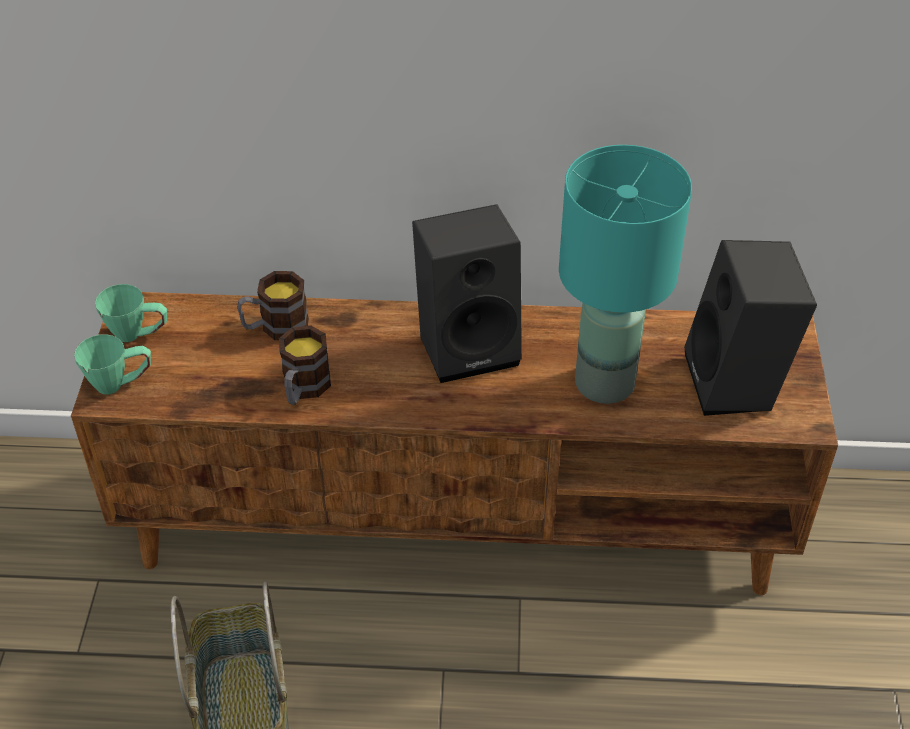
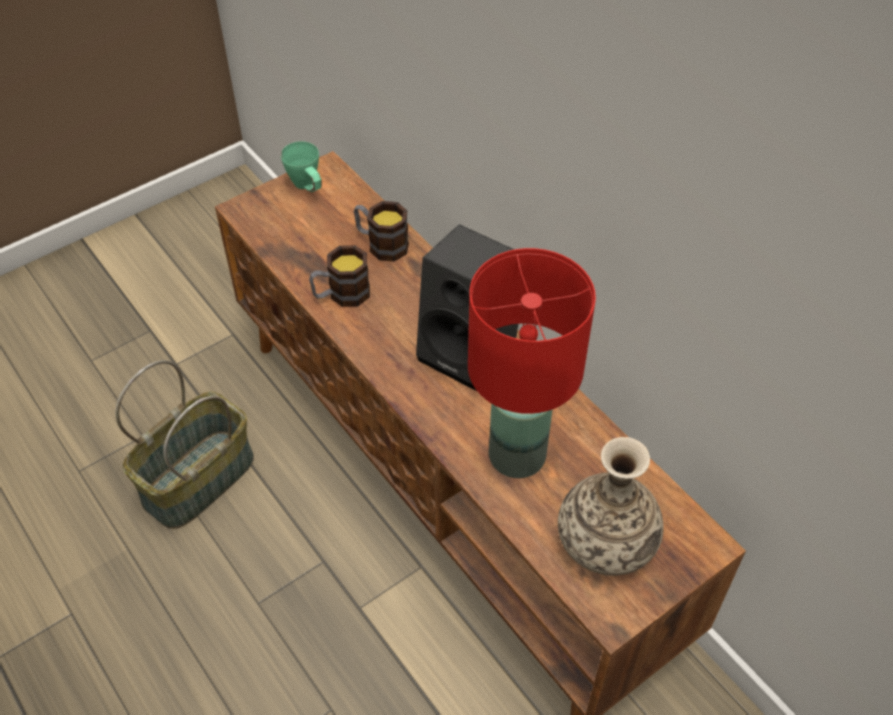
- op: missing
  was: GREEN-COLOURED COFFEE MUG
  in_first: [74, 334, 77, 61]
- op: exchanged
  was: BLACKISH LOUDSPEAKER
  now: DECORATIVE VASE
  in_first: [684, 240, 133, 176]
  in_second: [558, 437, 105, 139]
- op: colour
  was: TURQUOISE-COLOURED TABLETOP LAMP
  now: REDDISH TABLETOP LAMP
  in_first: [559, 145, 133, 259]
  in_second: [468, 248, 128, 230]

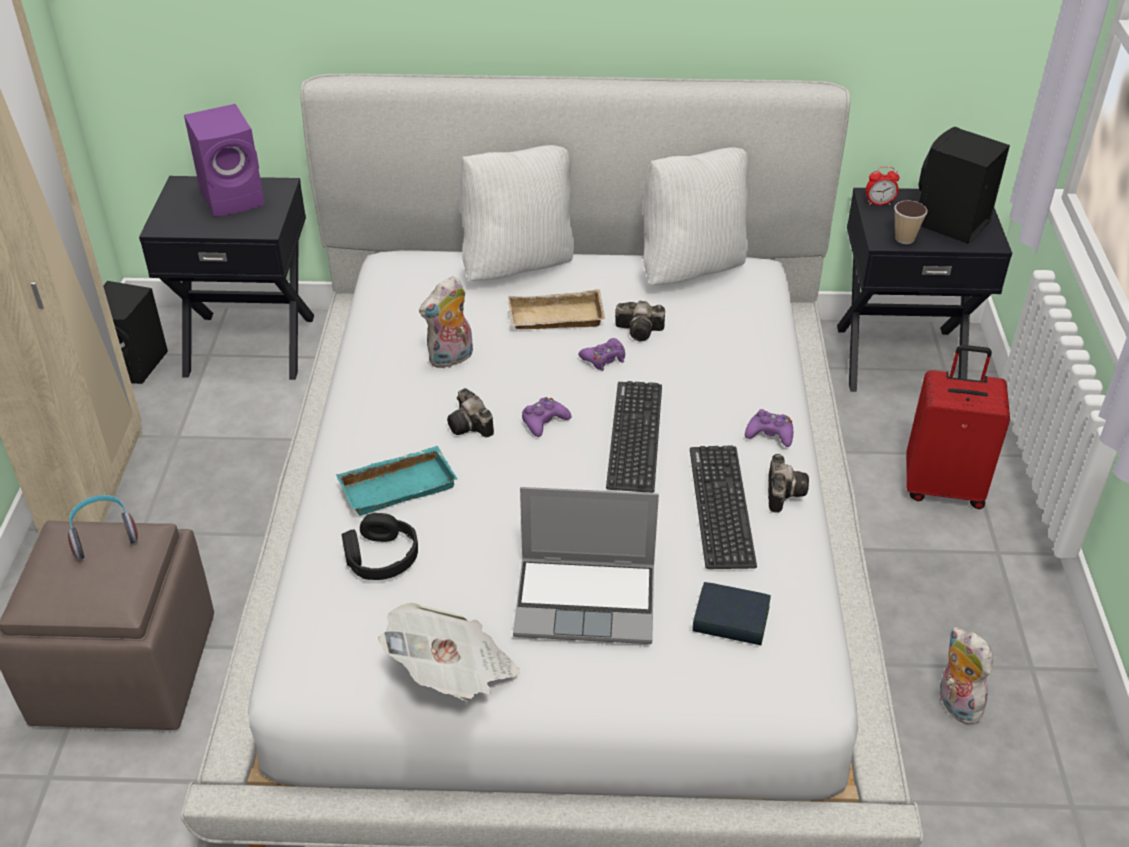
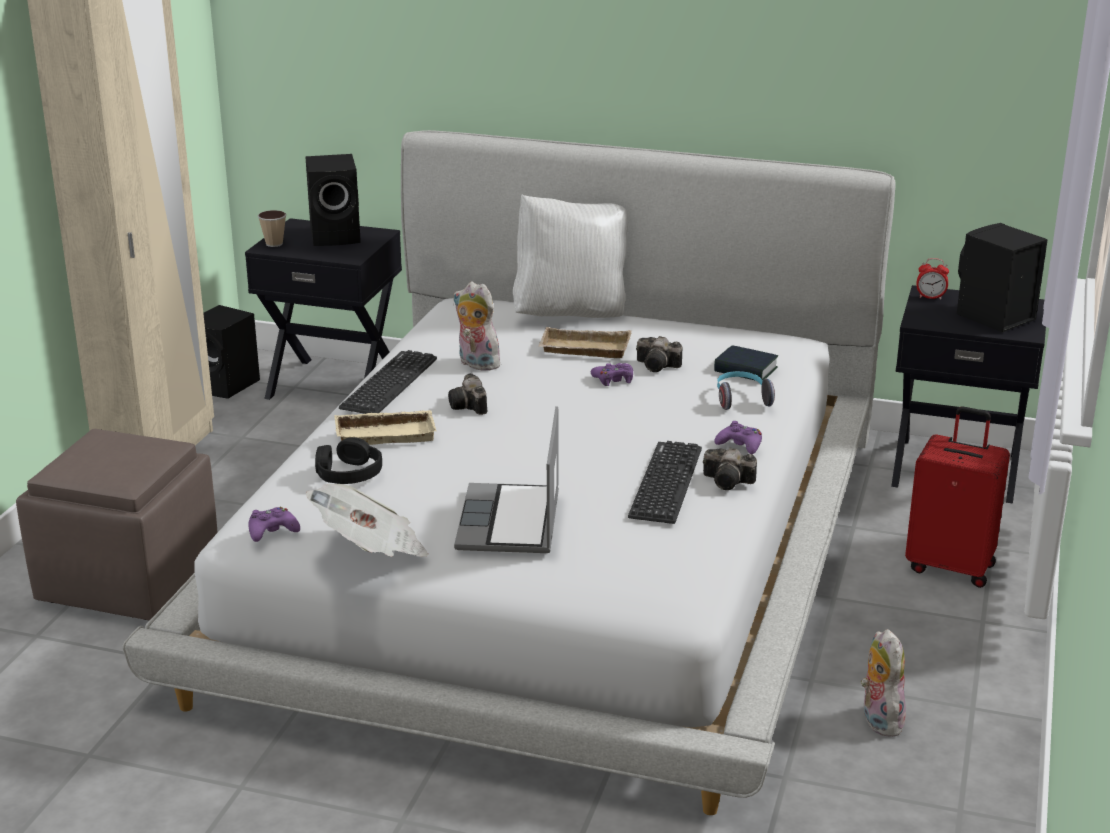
- op: missing
  was: WHITE CUSHION
  in_first: [643, 147, 105, 139]
- op: relocated
  was: PAIR OF HEADPHONES
  in_first: [68, 495, 70, 65]
  in_second: [717, 371, 58, 39]
- op: relocated
  was: PURPLE JOYPAD
  in_first: [522, 397, 49, 40]
  in_second: [248, 507, 52, 35]
- op: relocated
  was: COMPUTER KEYBOARD
  in_first: [606, 381, 56, 112]
  in_second: [339, 350, 98, 64]
- op: relocated
  was: BOOK
  in_first: [692, 582, 79, 63]
  in_second: [714, 345, 64, 36]
- op: relocated
  was: SMALL CUP
  in_first: [894, 200, 34, 44]
  in_second: [258, 210, 28, 37]
- op: colour
  was: PURPLE LOUDSPEAKER
  now: BLACKISH LOUDSPEAKER
  in_first: [184, 104, 81, 113]
  in_second: [305, 154, 56, 92]
- op: colour
  was: TURQUOISE-COLOURED TRAY
  now: BEIGE TRAY
  in_first: [336, 446, 121, 70]
  in_second: [334, 410, 102, 35]
- op: spun
  was: CUDDLY TOY
  in_first: [419, 276, 54, 92]
  in_second: [453, 282, 49, 89]
  clockwise: 60
- op: spun
  was: LAPTOP
  in_first: [513, 487, 146, 157]
  in_second: [454, 406, 105, 147]
  clockwise: 75
- op: spun
  was: PHOTO CAMERA
  in_first: [768, 454, 41, 59]
  in_second: [703, 447, 54, 43]
  clockwise: 90

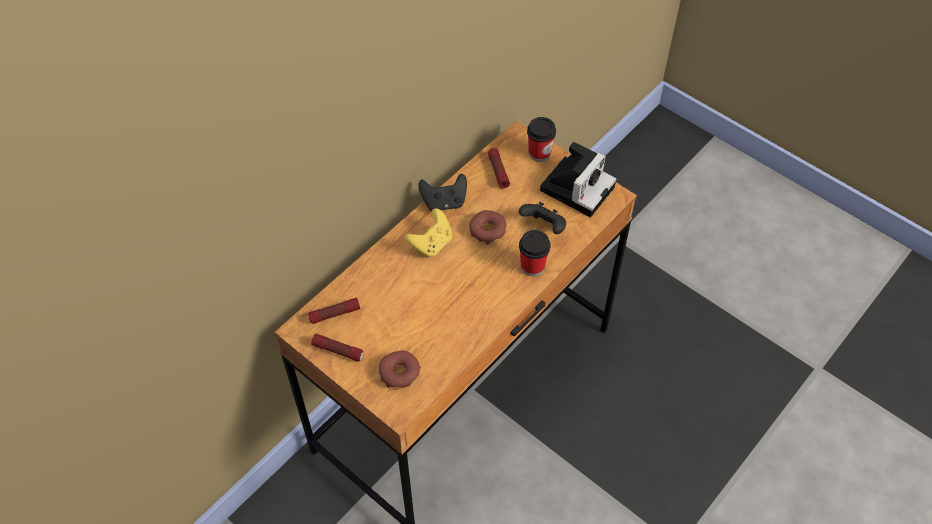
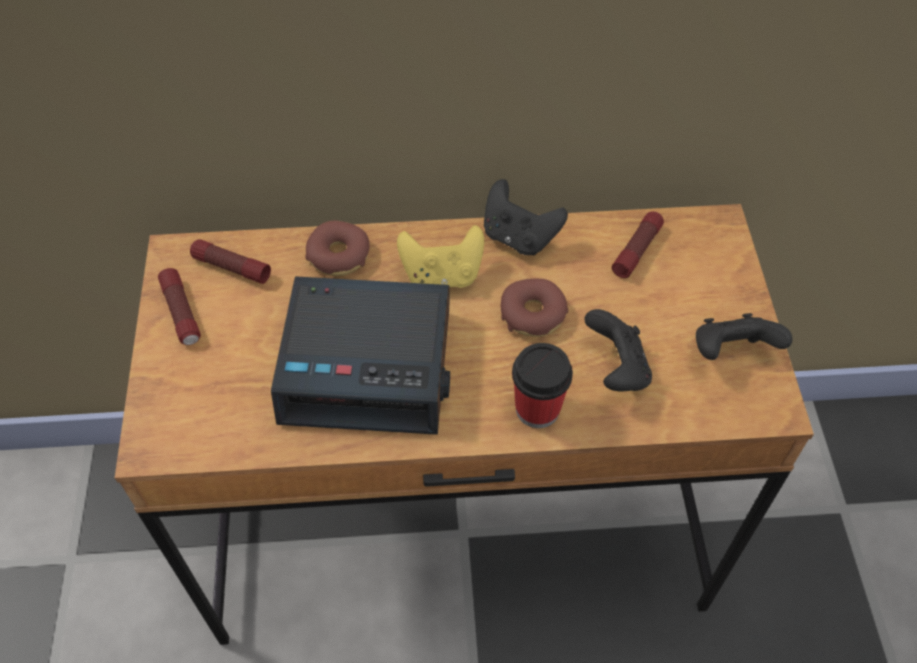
- op: missing
  was: SMALL CUP
  in_first: [527, 117, 29, 45]
- op: appeared
  now: TABLE CLOCK
  in_second: [271, 276, 179, 159]
- op: relocated
  was: DOUGHNUT
  in_first: [379, 351, 42, 38]
  in_second: [305, 221, 64, 55]
- op: exchanged
  was: PHOTO CAMERA
  now: BLACKISH JOYPAD
  in_first: [540, 142, 76, 75]
  in_second: [696, 313, 96, 47]

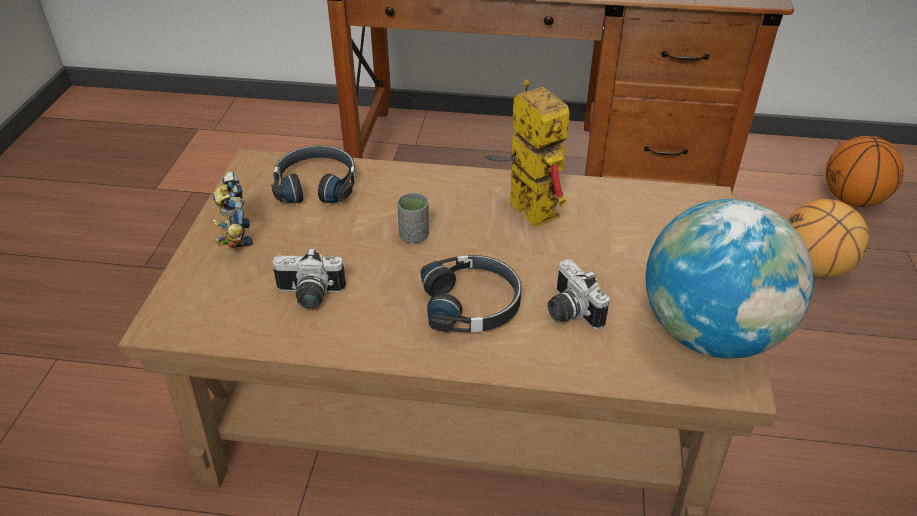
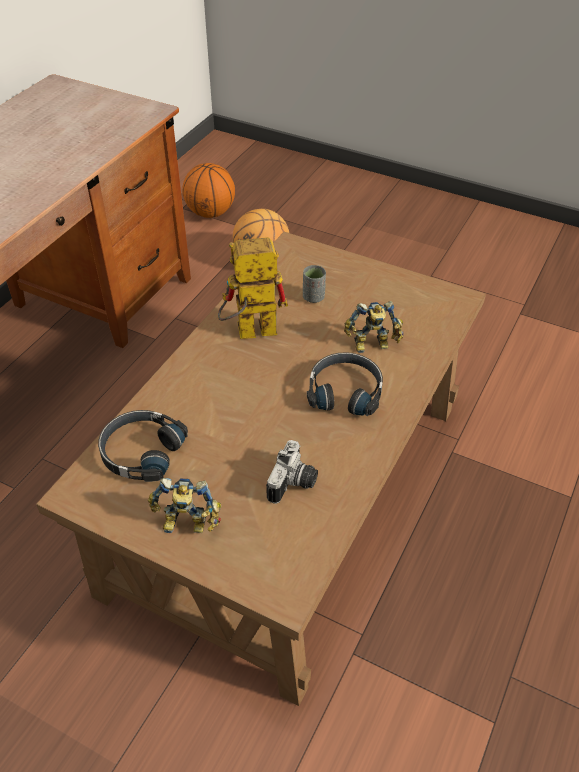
- op: missing
  was: WORLD GLOBE
  in_first: [646, 199, 168, 159]
- op: relocated
  was: GREY SMALL CUP
  in_first: [397, 193, 32, 50]
  in_second: [303, 265, 23, 38]
- op: exchanged
  was: PHOTO CAMERA
  now: ROBOT FIGURE
  in_first: [547, 259, 63, 70]
  in_second: [344, 301, 60, 52]

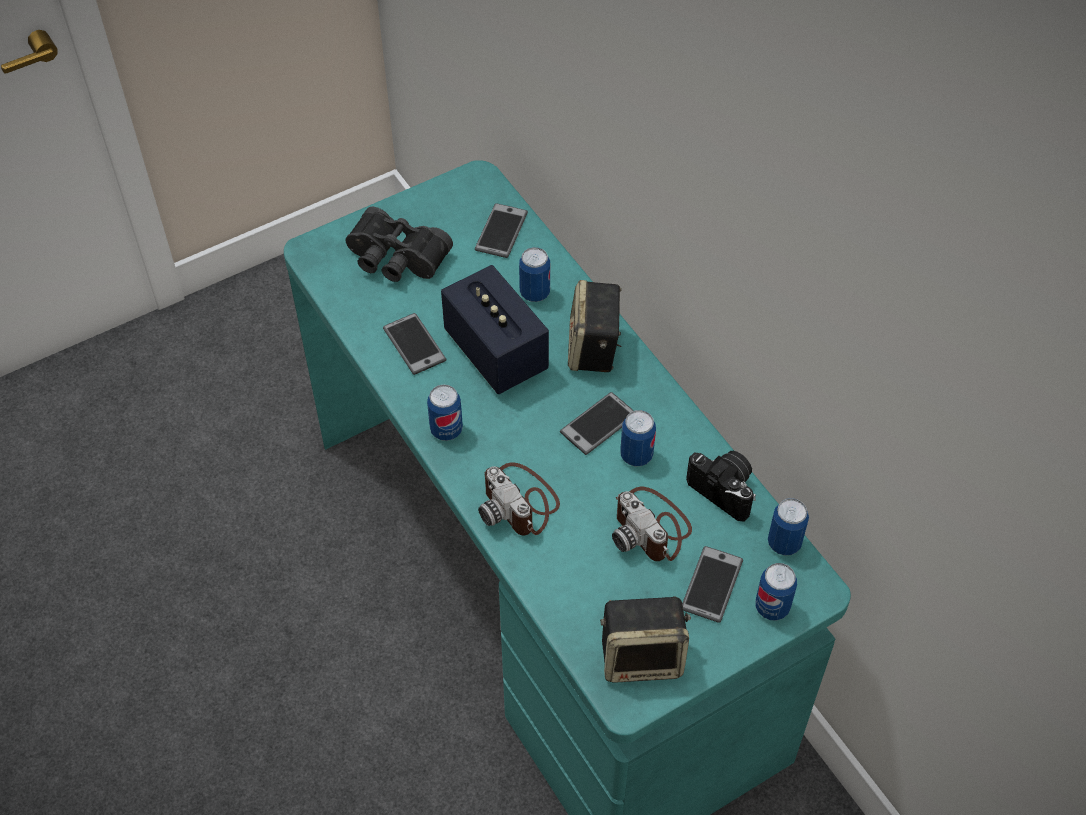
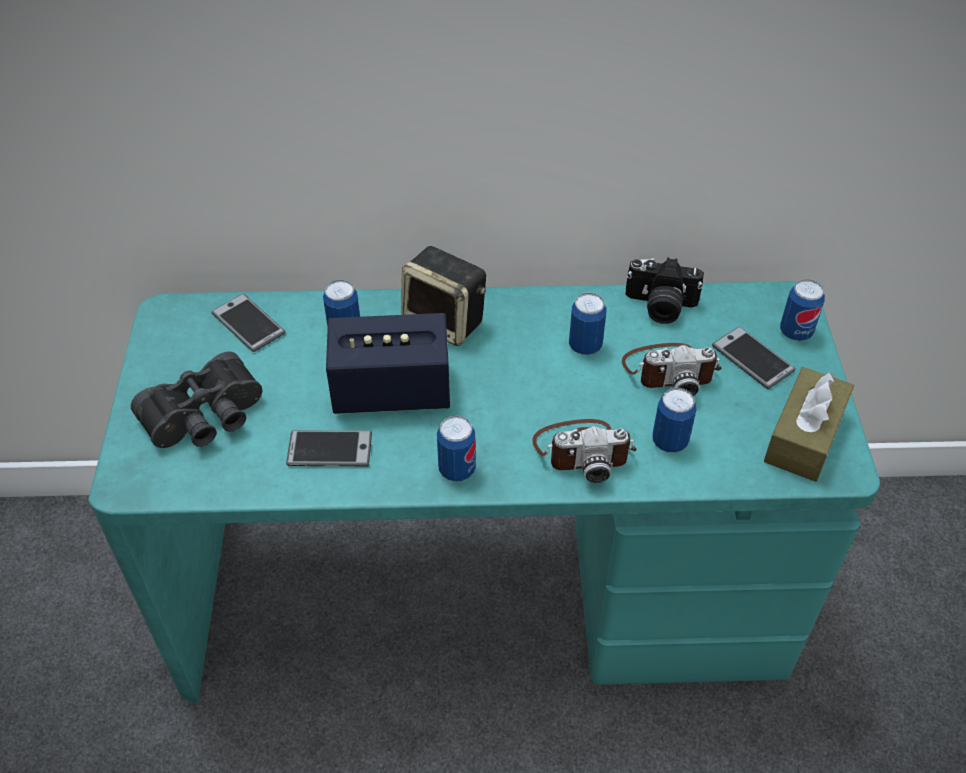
- op: missing
  was: TELEPHONE
  in_first: [560, 392, 74, 63]
- op: relocated
  was: CAN
  in_first: [768, 498, 41, 58]
  in_second: [652, 388, 45, 65]
- op: exchanged
  was: LOUDSPEAKER
  now: BROWN TISSUE HOLDER
  in_first: [600, 596, 91, 87]
  in_second: [764, 367, 90, 115]
- op: spun
  was: PHOTO CAMERA
  in_first: [686, 451, 70, 71]
  in_second: [626, 257, 78, 67]
  clockwise: -150

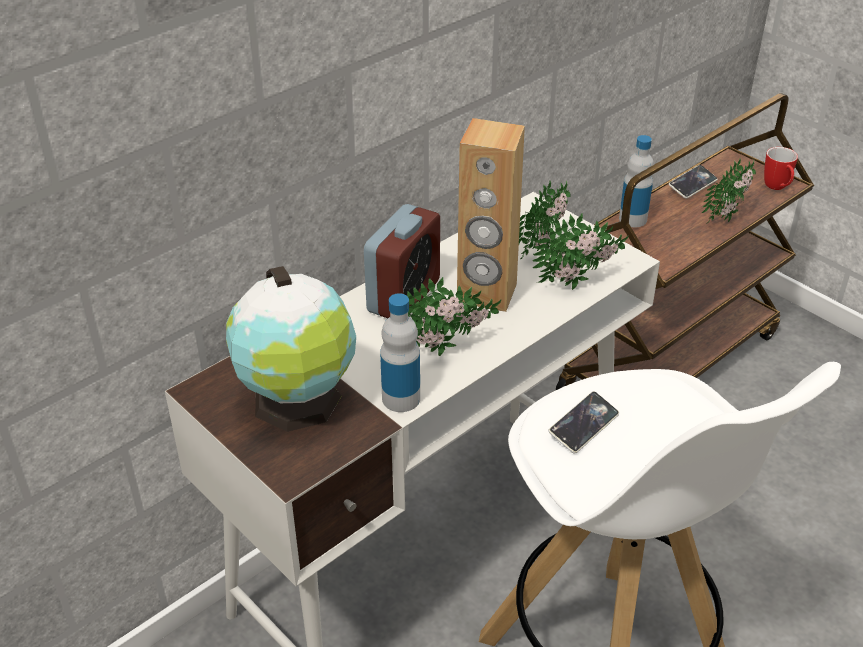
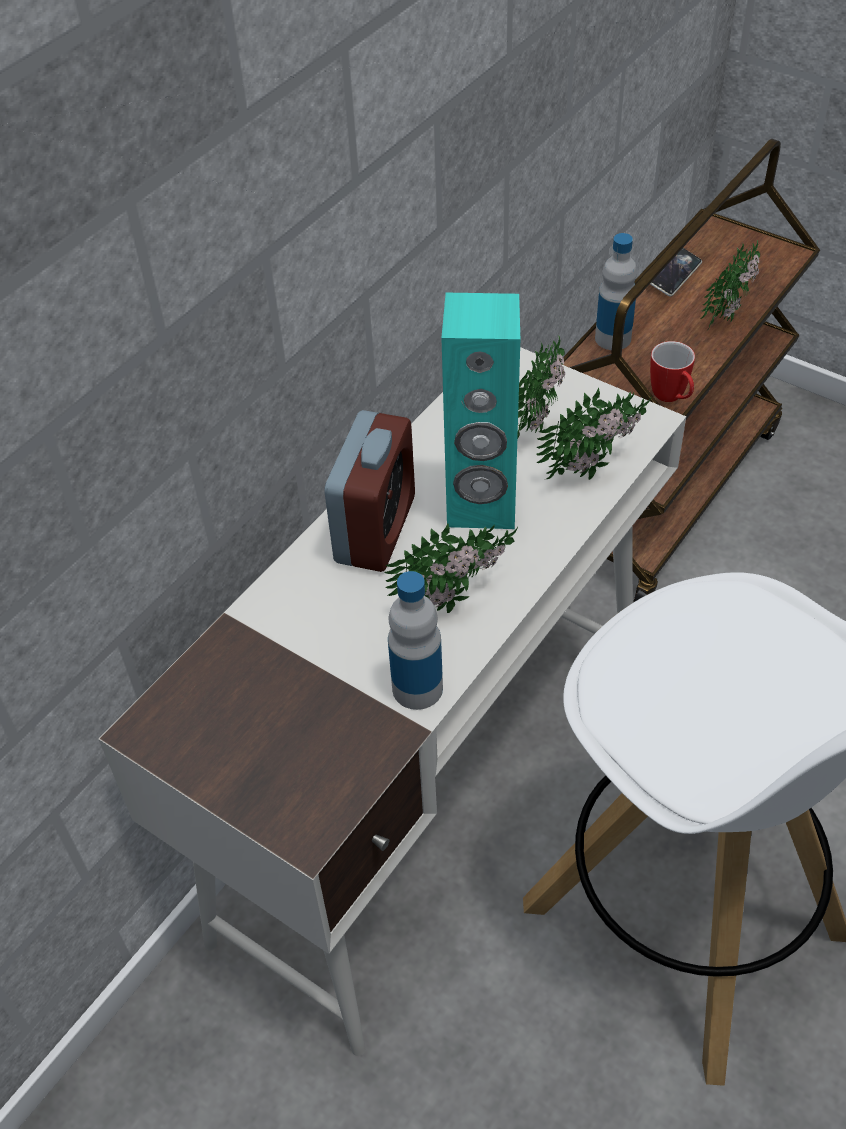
- op: missing
  was: WORLD GLOBE
  in_first: [226, 266, 130, 166]
- op: missing
  was: TELEPHONE
  in_first: [548, 391, 71, 63]
- op: relocated
  was: COFFEE MUG
  in_first: [764, 147, 34, 43]
  in_second: [650, 341, 45, 61]
- op: colour
  was: BROWN LOUDSPEAKER
  now: TURQUOISE-COLOURED LOUDSPEAKER
  in_first: [457, 118, 68, 194]
  in_second: [441, 293, 79, 236]

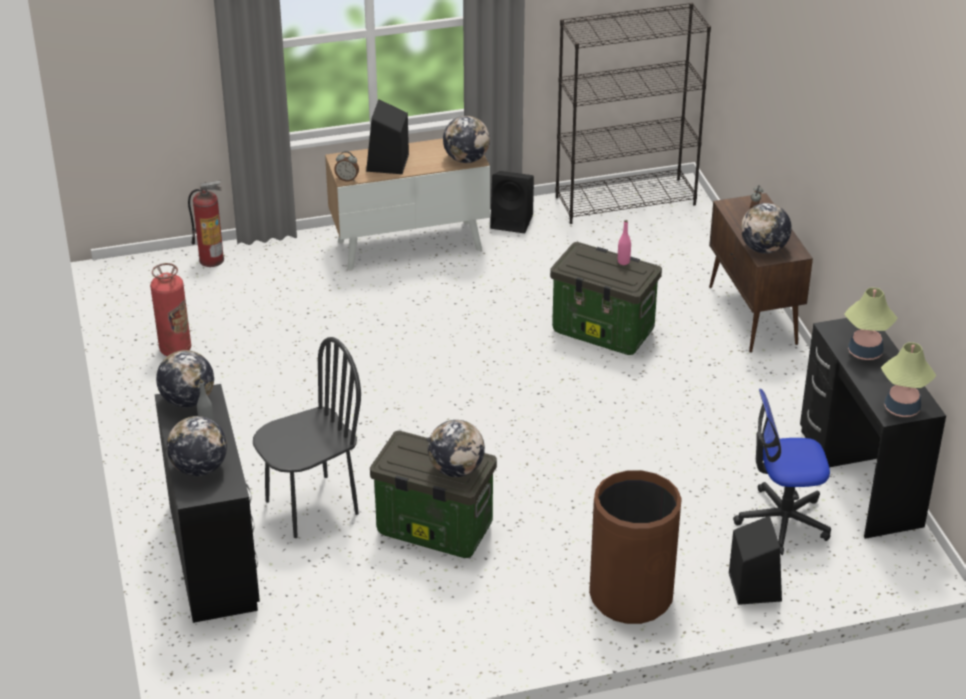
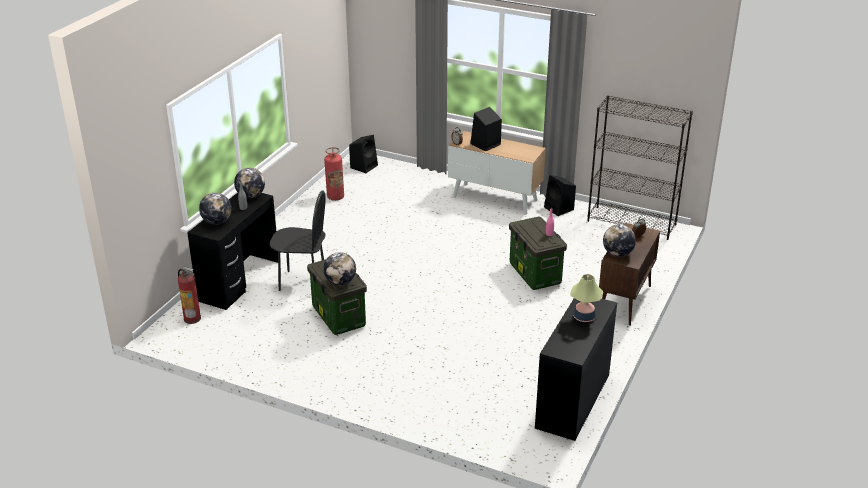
- op: missing
  was: WORLD GLOBE
  in_first: [443, 116, 47, 47]
- op: missing
  was: BROWN RUBBISH BIN
  in_first: [589, 470, 93, 154]
- op: missing
  was: OFFICE CHAIR
  in_first: [733, 389, 98, 166]
- op: missing
  was: TABLETOP LAMP
  in_first: [881, 342, 55, 75]
- op: relocated
  was: FIRE EXTINGUISHER
  in_first: [188, 181, 36, 86]
  in_second: [178, 267, 23, 57]
- op: relocated
  was: BLACKISH LOUDSPEAKER
  in_first: [729, 516, 53, 89]
  in_second: [349, 135, 29, 38]

